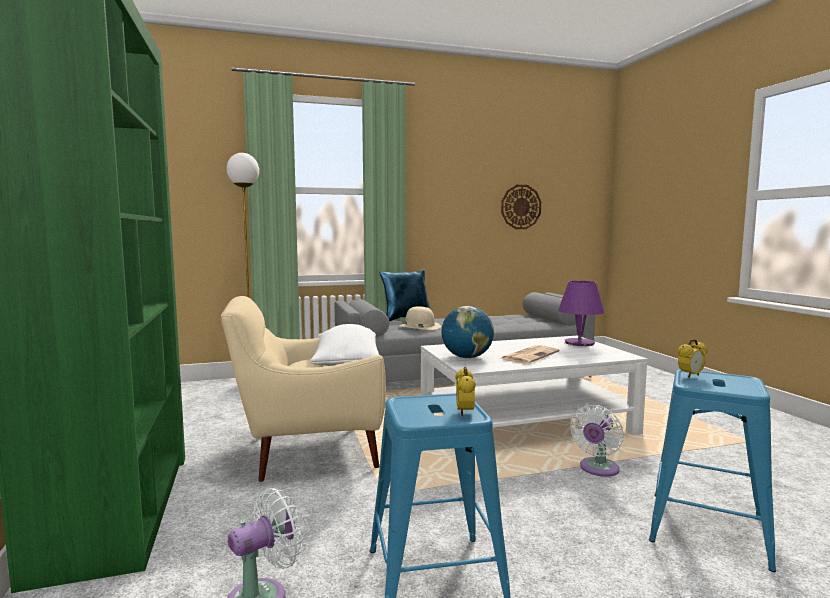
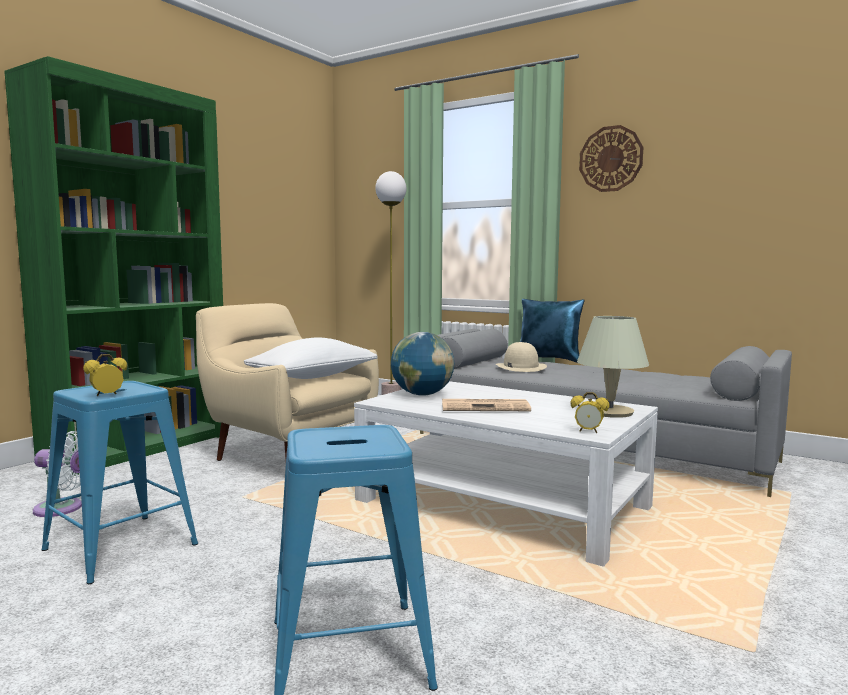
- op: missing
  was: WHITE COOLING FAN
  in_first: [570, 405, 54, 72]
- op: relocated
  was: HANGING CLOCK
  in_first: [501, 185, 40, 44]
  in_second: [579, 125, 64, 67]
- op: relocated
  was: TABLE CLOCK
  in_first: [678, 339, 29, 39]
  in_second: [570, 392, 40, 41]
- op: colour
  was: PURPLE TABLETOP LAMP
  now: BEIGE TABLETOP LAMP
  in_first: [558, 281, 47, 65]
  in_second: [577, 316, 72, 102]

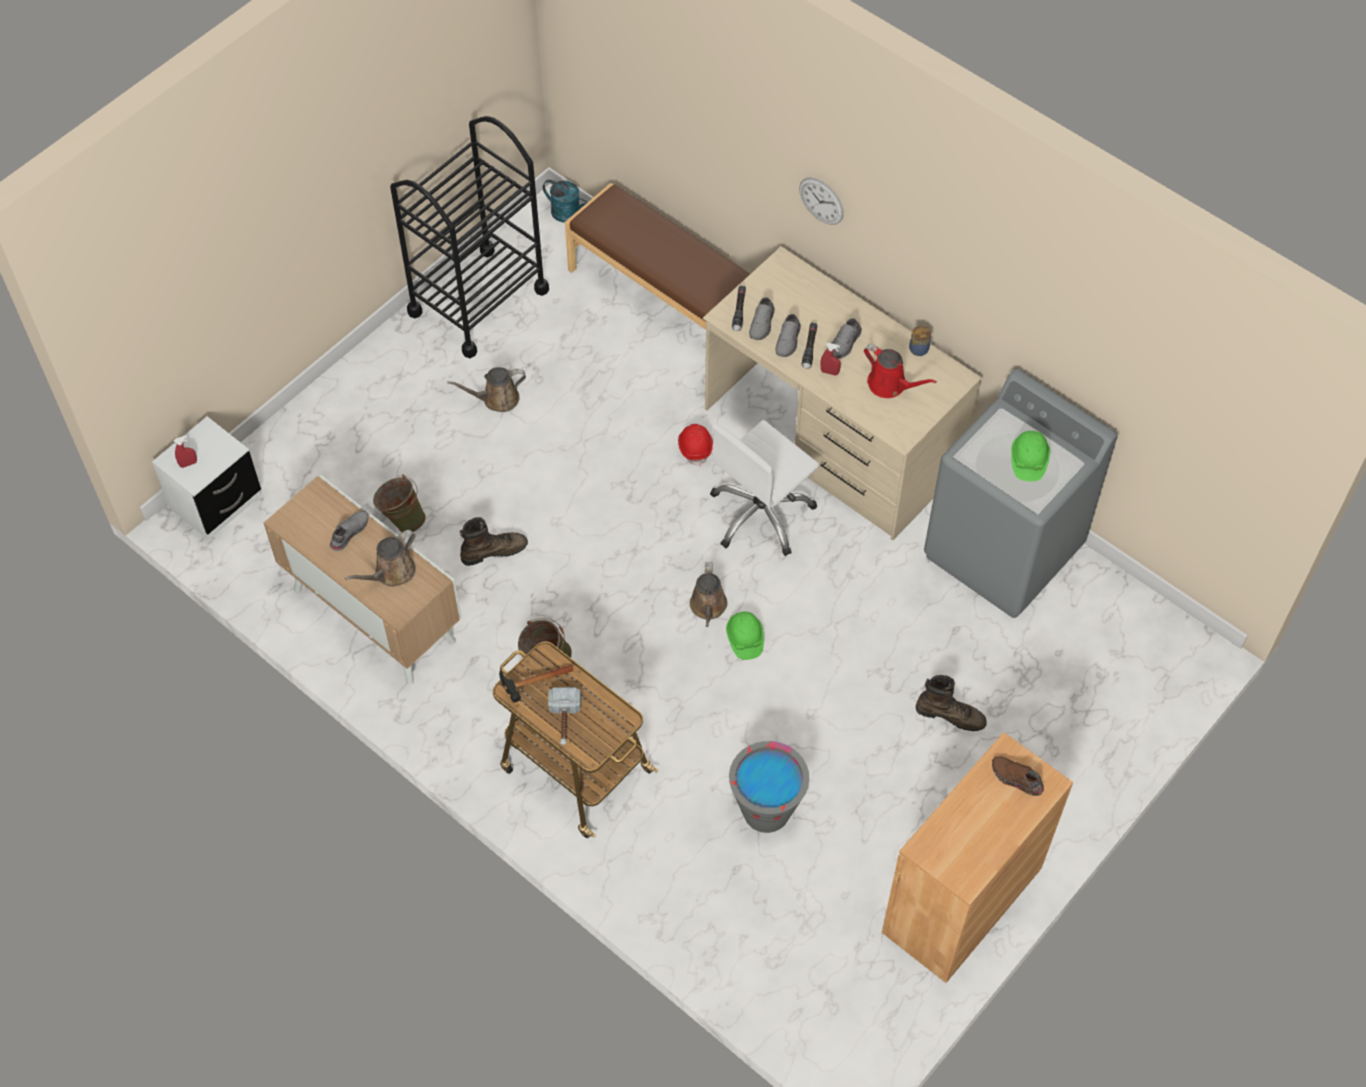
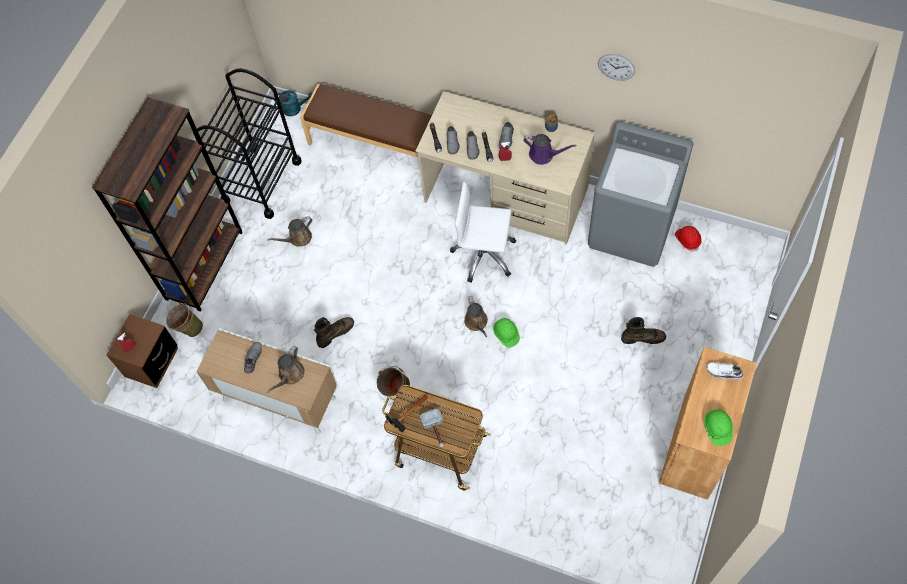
- op: missing
  was: GREY BUCKET
  in_first: [729, 741, 81, 92]
- op: appeared
  now: BROWN BOOKCASE
  in_second: [92, 97, 150, 215]
- op: relocated
  was: GREEN-COLOURED BUCKET
  in_first: [373, 475, 53, 58]
  in_second: [166, 303, 37, 34]
- op: relocated
  was: REDDISH WORK HELMET
  in_first: [678, 424, 35, 42]
  in_second: [675, 226, 27, 26]
- op: relocated
  was: HANGING CLOCK
  in_first: [799, 177, 45, 48]
  in_second: [598, 54, 37, 27]
- op: relocated
  was: GREEN-COLOURED WORK HELMET
  in_first: [1011, 431, 39, 51]
  in_second: [704, 410, 29, 36]
- op: colour
  was: WHITE NIGHT TABLE
  now: BROWN NIGHT TABLE
  in_first: [152, 416, 109, 124]
  in_second: [107, 314, 71, 74]
- op: colour
  was: REDDISH SPRINKLING CAN
  now: PURPLE SPRINKLING CAN
  in_first: [864, 344, 73, 54]
  in_second: [523, 134, 54, 31]
- op: colour
  was: BROWN LOW SHOE
  now: WHITE LOW SHOE
  in_first: [992, 756, 52, 40]
  in_second: [706, 362, 37, 18]
- op: spun
  was: WHITE OFFICE CHAIR
  in_first: [710, 420, 109, 136]
  in_second: [450, 182, 66, 101]
  clockwise: 75

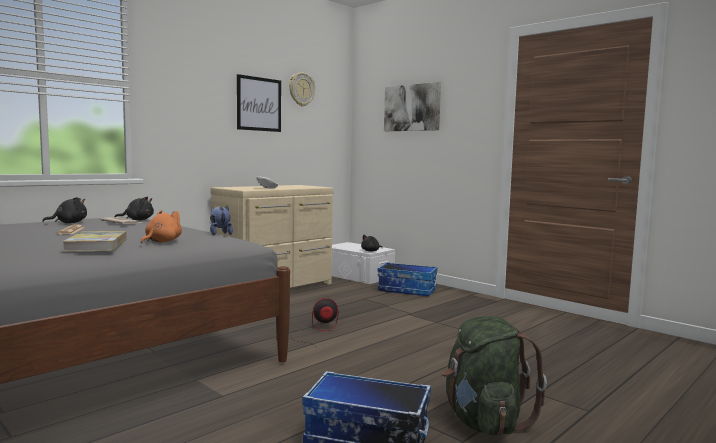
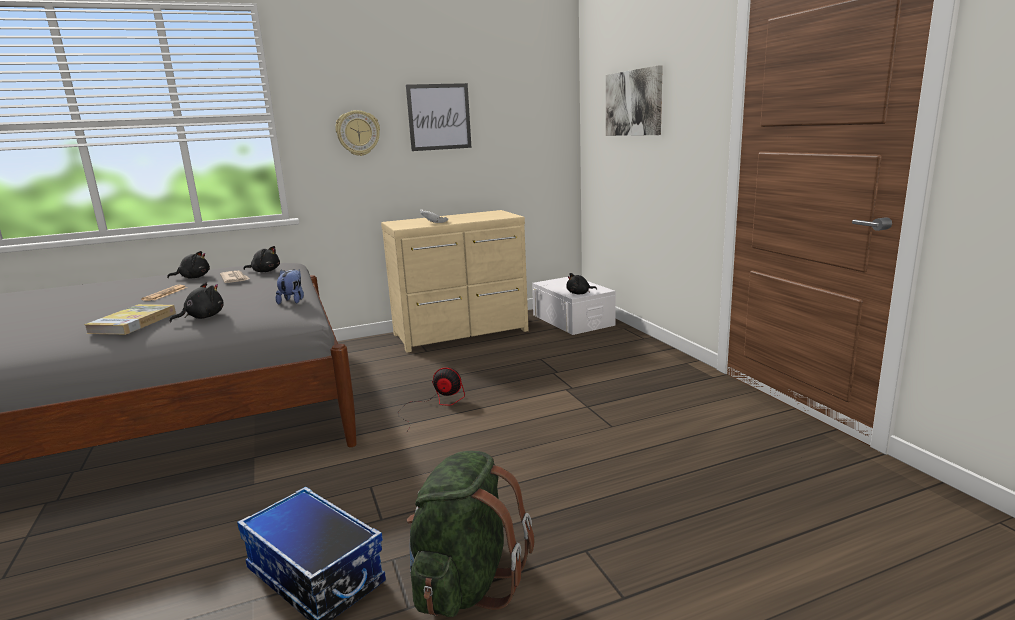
- op: missing
  was: STORAGE BIN
  in_first: [377, 262, 61, 34]
- op: relocated
  was: HANGING CLOCK
  in_first: [289, 72, 26, 34]
  in_second: [335, 110, 45, 46]
- op: colour
  was: ORANGEY CUDDLY TOY
  now: BLACKISH CUDDLY TOY
  in_first: [141, 210, 41, 33]
  in_second: [170, 283, 54, 39]

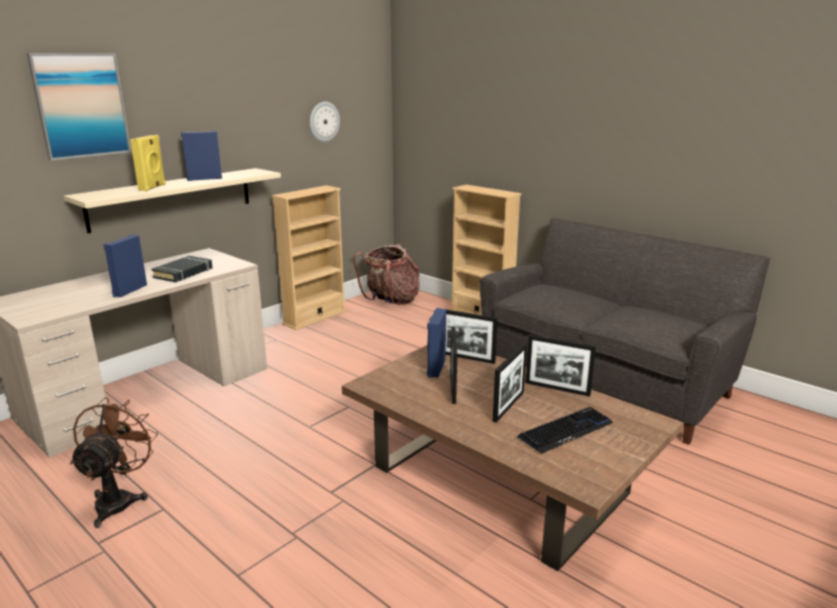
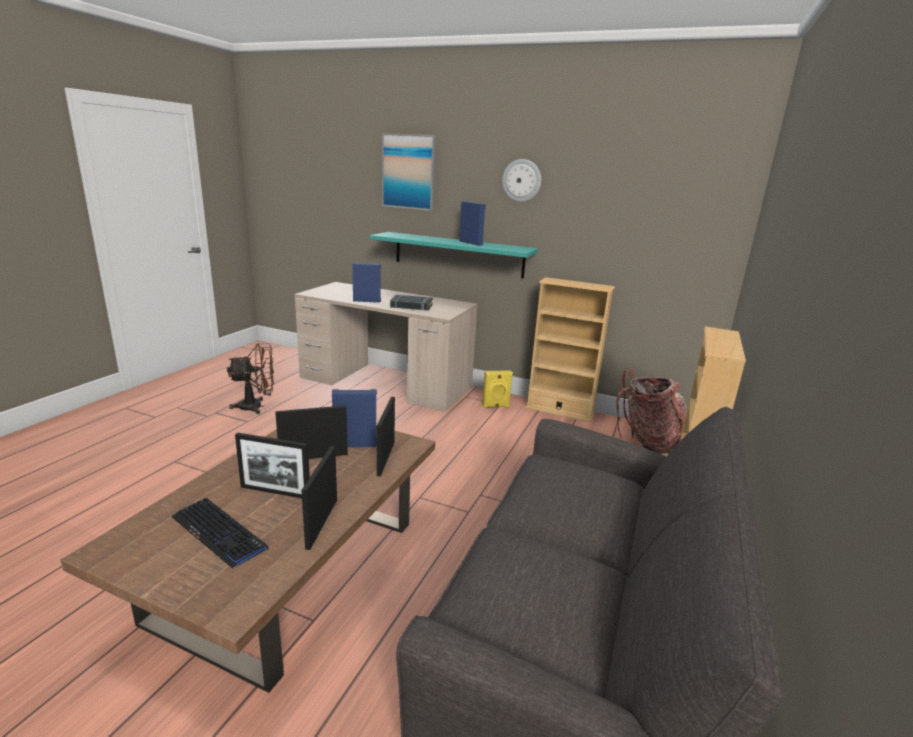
- op: relocated
  was: YELLOWISH LOUDSPEAKER
  in_first: [130, 135, 36, 56]
  in_second: [482, 370, 31, 38]
- op: relocated
  was: HANGING CLOCK
  in_first: [310, 102, 30, 40]
  in_second: [502, 159, 39, 43]
- op: colour
  was: BEIGE SHELF
  now: TURQUOISE-COLOURED SHELF
  in_first: [64, 168, 217, 65]
  in_second: [370, 232, 168, 46]

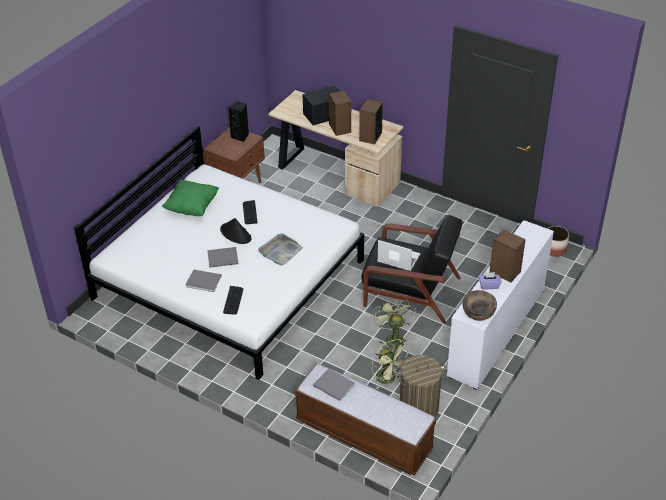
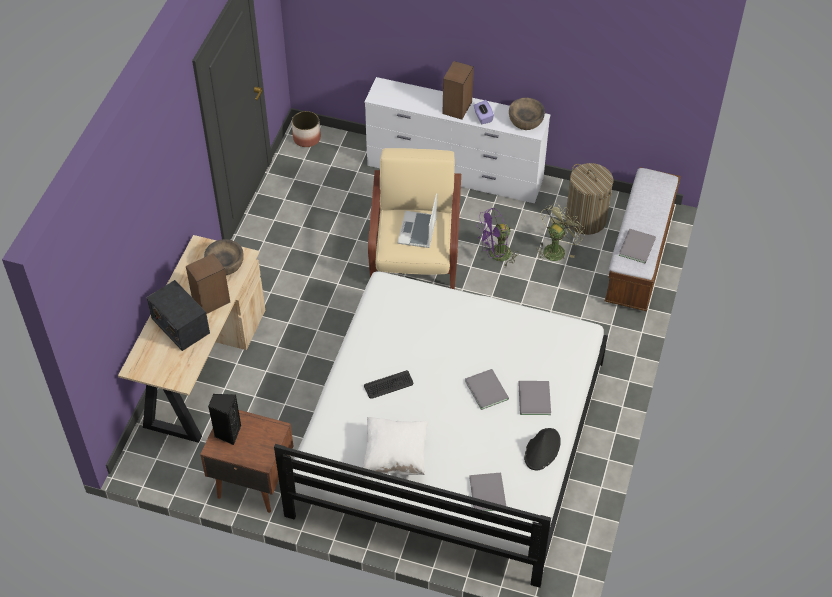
- op: missing
  was: COMPUTER KEYBOARD
  in_first: [223, 286, 20, 29]
- op: missing
  was: GREY TRAY
  in_first: [258, 233, 45, 33]
- op: appeared
  now: GREY BOOK
  in_second: [469, 473, 37, 38]
- op: relocated
  was: BLACKISH CLOTHING HAT
  in_first: [220, 218, 31, 26]
  in_second: [524, 428, 37, 42]
- op: exchanged
  was: LOUDSPEAKER
  now: BROWN BOWL
  in_first: [359, 98, 24, 46]
  in_second: [204, 239, 40, 36]
- op: colour
  was: GREEN-COLOURED CUSHION
  now: WHITE CUSHION
  in_first: [162, 180, 57, 36]
  in_second: [362, 417, 67, 58]
- op: colour
  was: BLACKISH LOUNGE CHAIR
  now: BEIGE LOUNGE CHAIR
  in_first: [362, 215, 101, 109]
  in_second: [368, 148, 93, 141]
- op: colour
  was: GREEN-COLOURED COOLING FAN
  now: PURPLE COOLING FAN
  in_first: [374, 298, 43, 55]
  in_second: [477, 208, 40, 59]

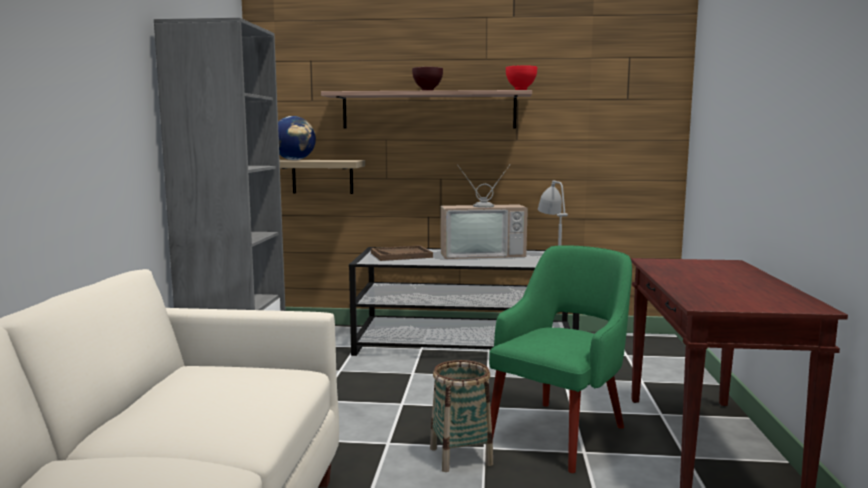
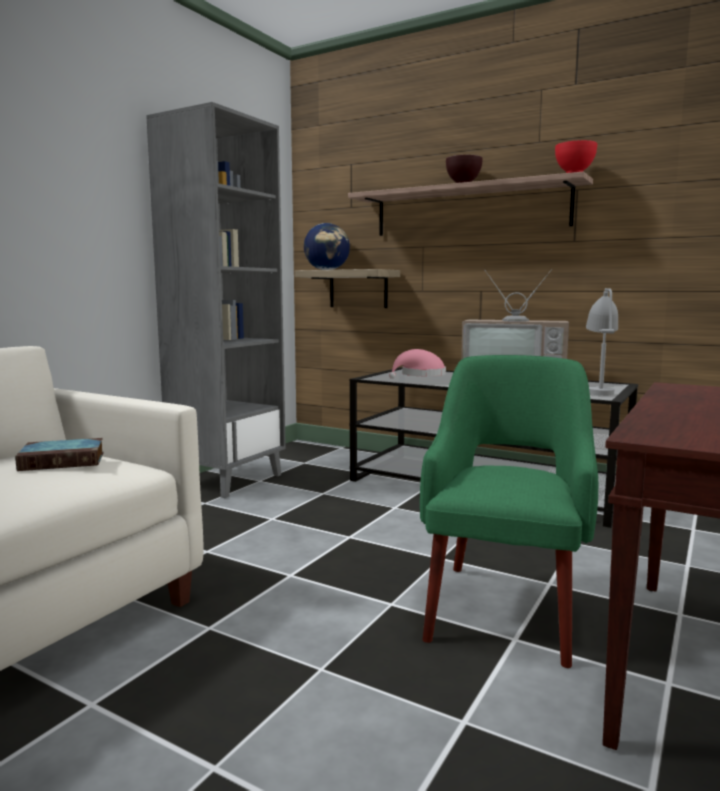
- op: missing
  was: HOUSEHOLD BASKET
  in_first: [430, 360, 63, 112]
- op: appeared
  now: BOOK
  in_second: [15, 438, 89, 33]
- op: exchanged
  was: BROWN TRAY
  now: PINK CLOTHING HAT
  in_first: [371, 245, 62, 16]
  in_second: [389, 349, 57, 30]
- op: spun
  was: GREEN-COLOURED LOUNGE CHAIR
  in_first: [489, 245, 143, 228]
  in_second: [420, 355, 178, 313]
  clockwise: -45

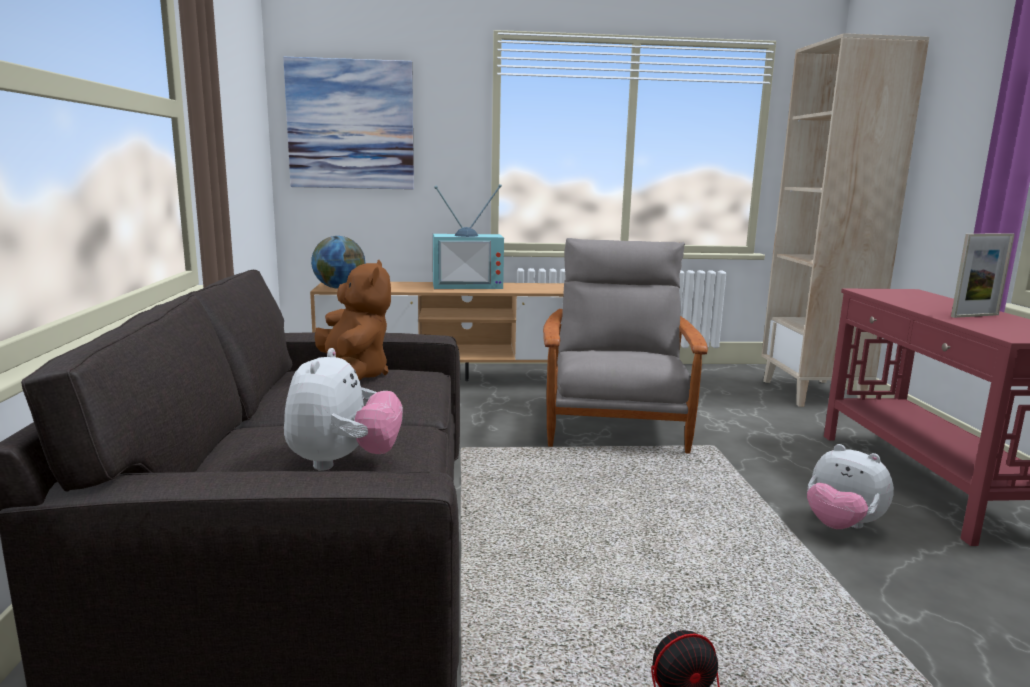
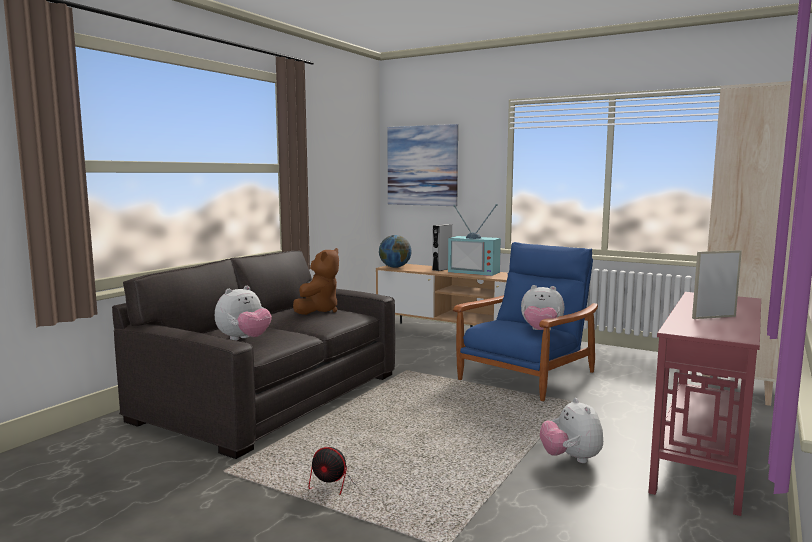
- op: appeared
  now: GREY LOUDSPEAKER
  in_second: [432, 224, 20, 47]
- op: appeared
  now: CUDDLY TOY
  in_second: [521, 285, 44, 45]
- op: colour
  was: GREY LOUNGE CHAIR
  now: BLUISH LOUNGE CHAIR
  in_first: [543, 238, 165, 216]
  in_second: [453, 242, 145, 159]
- op: spun
  was: STANDING FRAME
  in_first: [951, 233, 64, 85]
  in_second: [692, 250, 50, 69]
  clockwise: 150

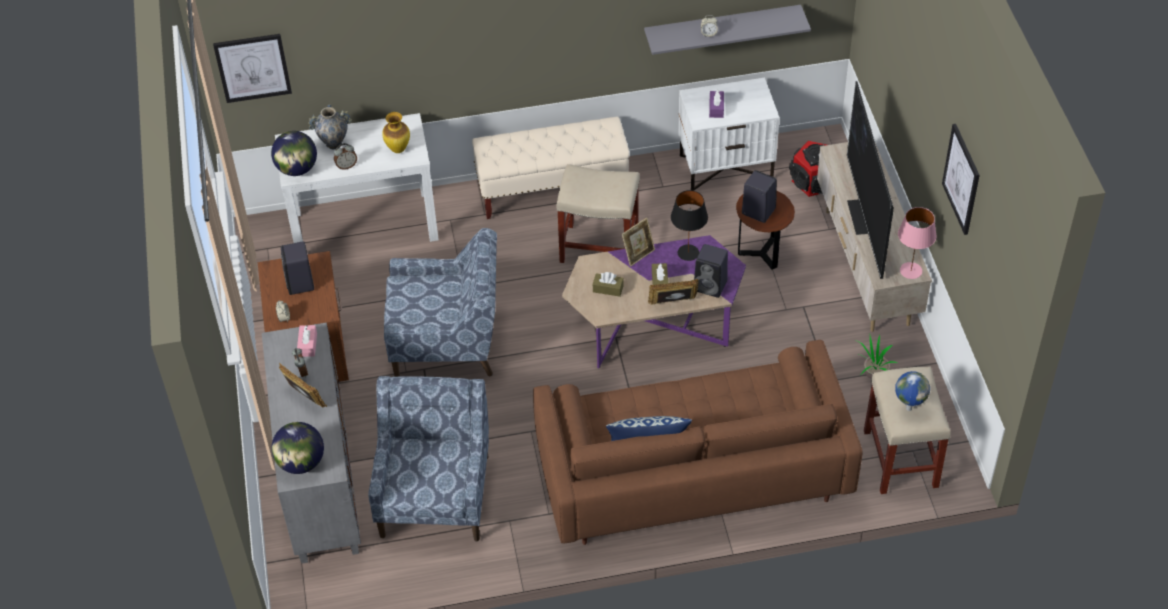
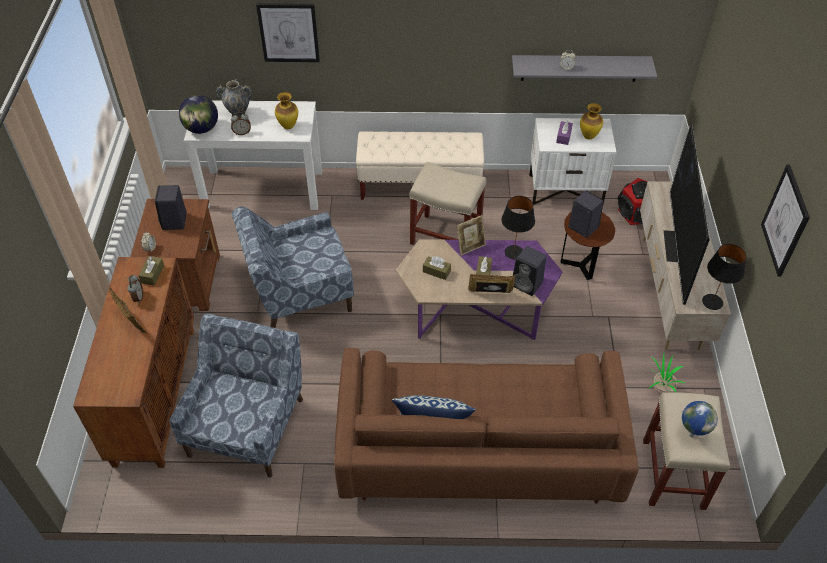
- op: missing
  was: WORLD GLOBE
  in_first: [271, 422, 53, 52]
- op: appeared
  now: DECORATIVE VASE
  in_second: [580, 103, 23, 37]
- op: relocated
  was: PICTURE
  in_first: [213, 34, 79, 69]
  in_second: [256, 3, 64, 59]
- op: colour
  was: GREY CUPBOARD
  now: BROWN CUPBOARD
  in_first: [262, 323, 99, 241]
  in_second: [73, 257, 121, 211]
- op: colour
  was: PINK TISSUE HOLDER
  now: BROWN TISSUE HOLDER
  in_first: [297, 325, 20, 32]
  in_second: [138, 256, 26, 29]
- op: colour
  was: PINK TABLETOP LAMP
  now: BLACKISH TABLETOP LAMP
  in_first: [898, 207, 39, 72]
  in_second: [702, 244, 44, 66]
- op: spun
  was: BLUISH LOUNGE CHAIR
  in_first: [384, 228, 113, 149]
  in_second: [232, 206, 122, 122]
  clockwise: 150

